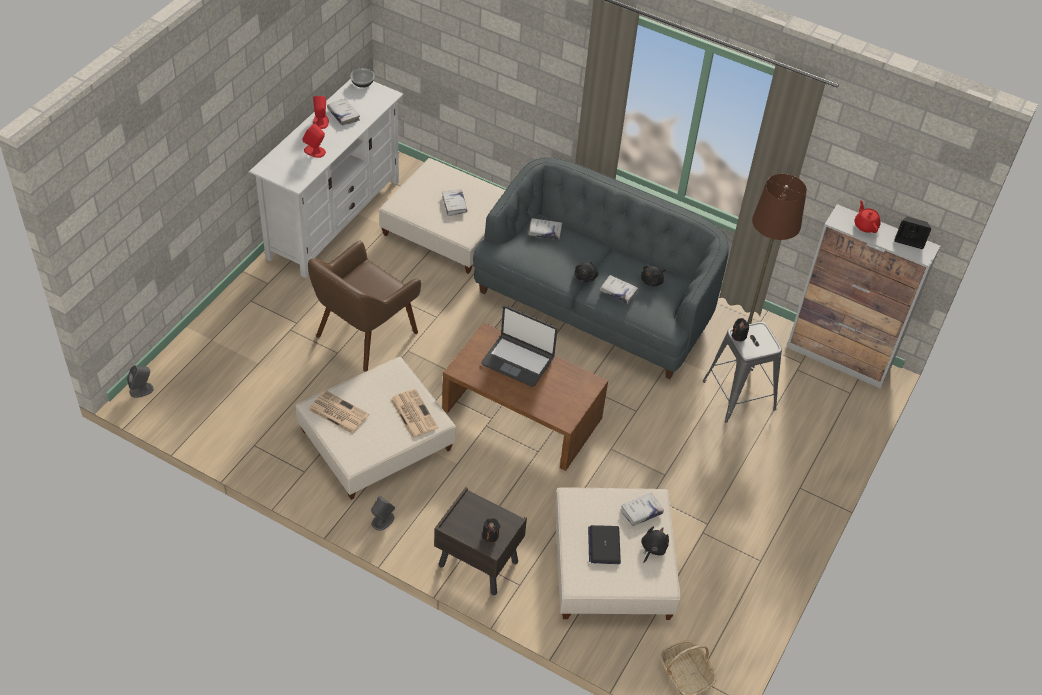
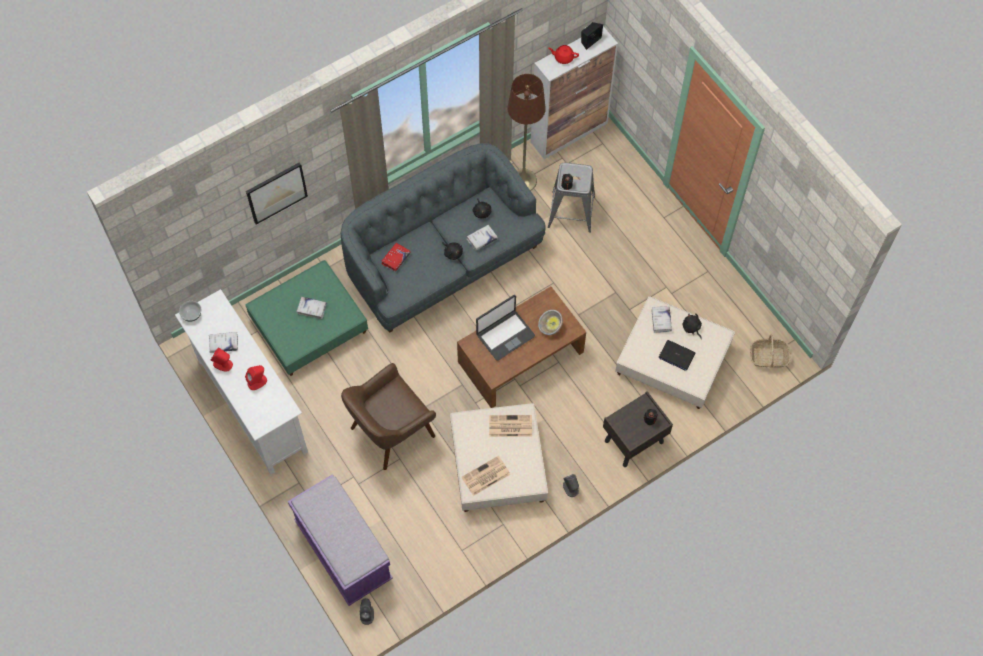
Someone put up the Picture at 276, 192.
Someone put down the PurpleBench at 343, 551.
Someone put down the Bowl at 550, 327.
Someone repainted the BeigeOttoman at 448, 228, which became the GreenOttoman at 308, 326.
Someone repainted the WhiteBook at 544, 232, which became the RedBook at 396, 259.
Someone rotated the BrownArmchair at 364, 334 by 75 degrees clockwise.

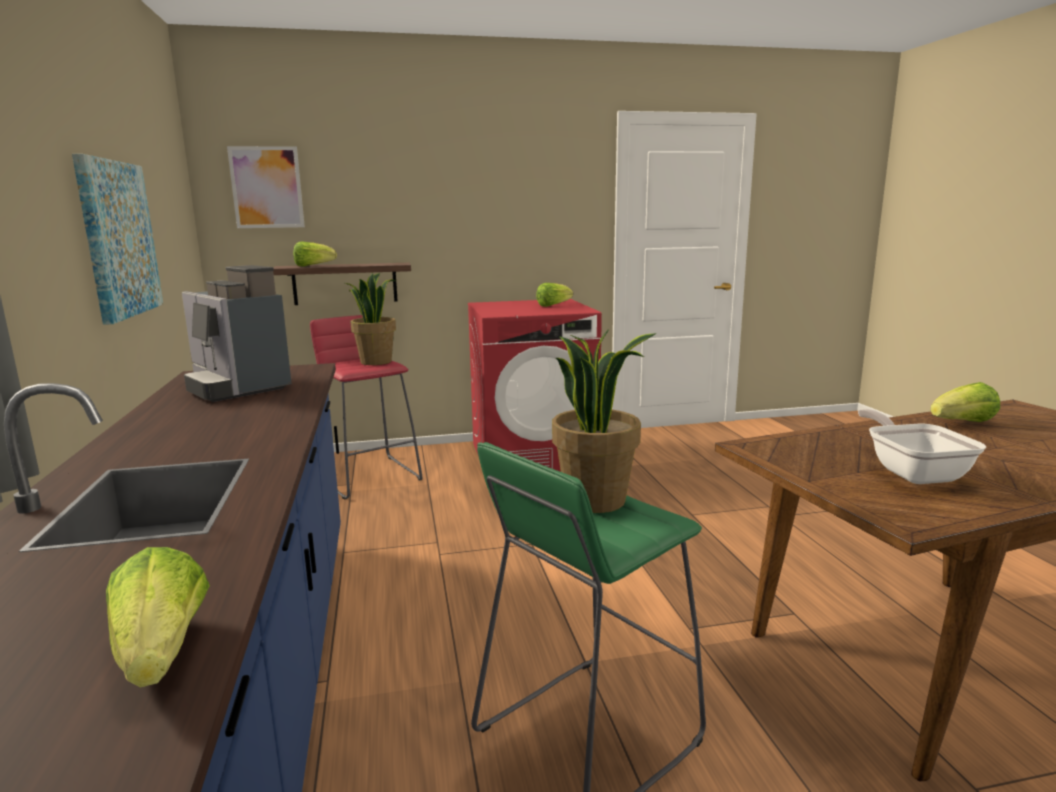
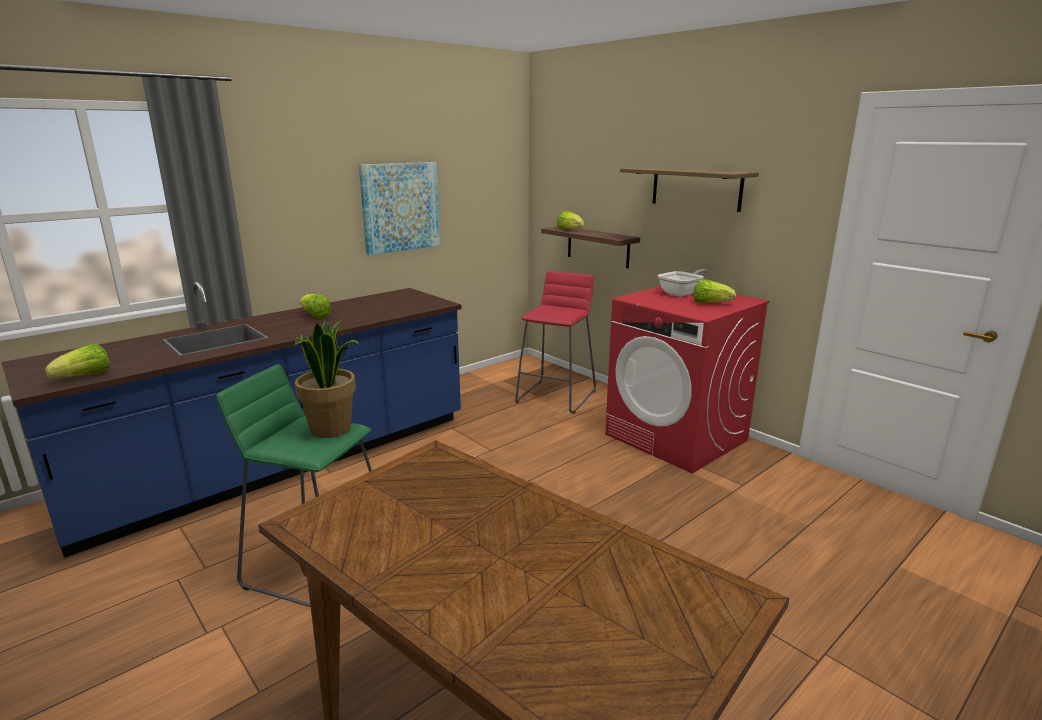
Someone took away the CoffeeMachine at 237, 387.
Someone took away the Picture at 267, 187.
Someone took away the PottedPlant at 375, 361.
Someone put up the Shelf at 696, 188.
Someone carried the FryingPan from 912, 472 to 682, 293.
Someone carried the Lettuce from 963, 423 to 315, 316.

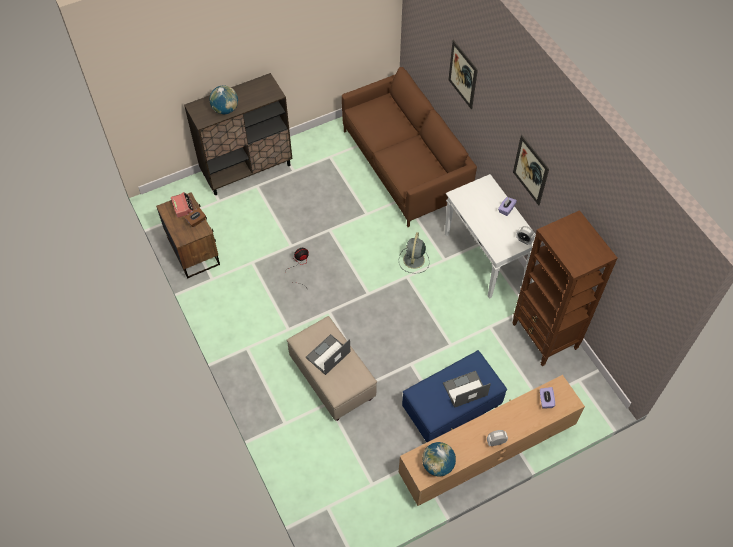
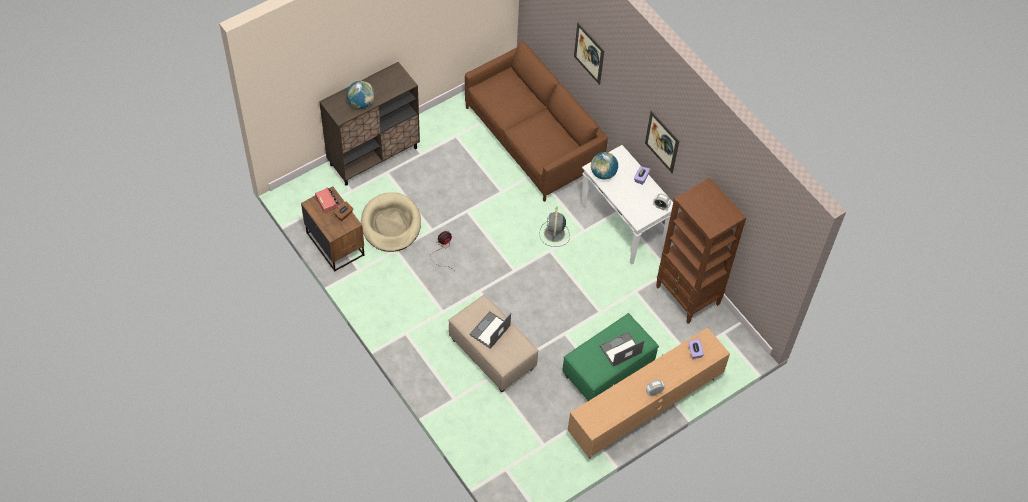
Someone put down the BeigeDogBed at 391, 224.
Someone carried the Globe from 437, 465 to 603, 173.
Someone repainted the BlueOttoman at 451, 408, which became the GreenOttoman at 607, 370.

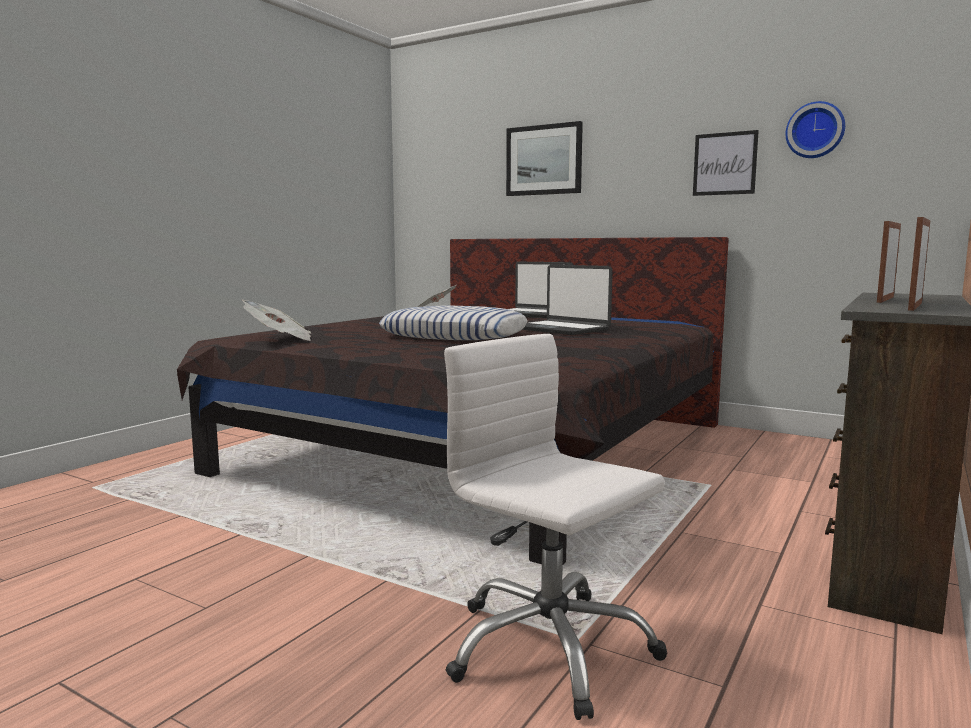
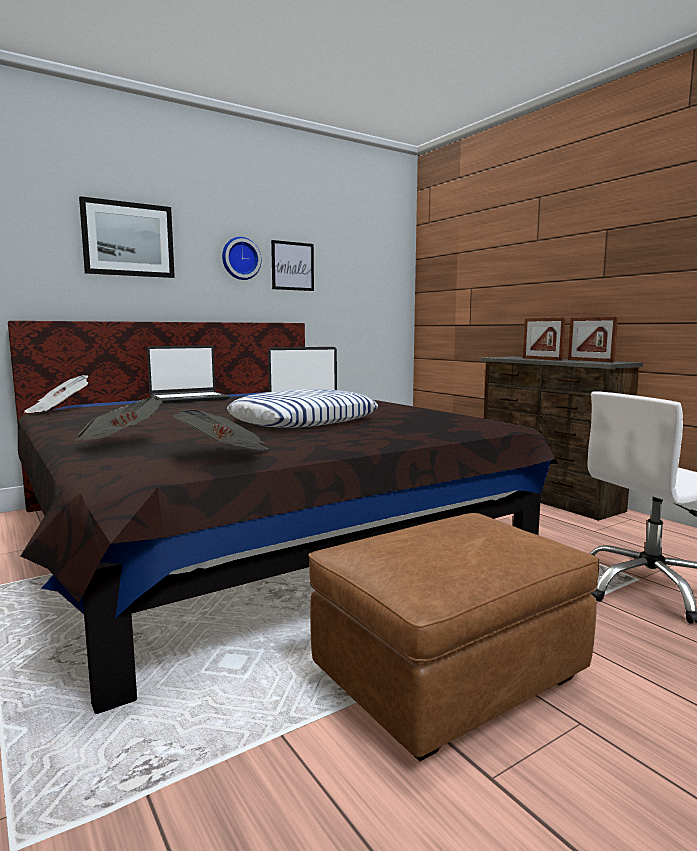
Someone put down the Newspaper at 120, 443.
Someone put down the BrownOttoman at 448, 676.
Someone carried the WallClock from 815, 130 to 240, 258.

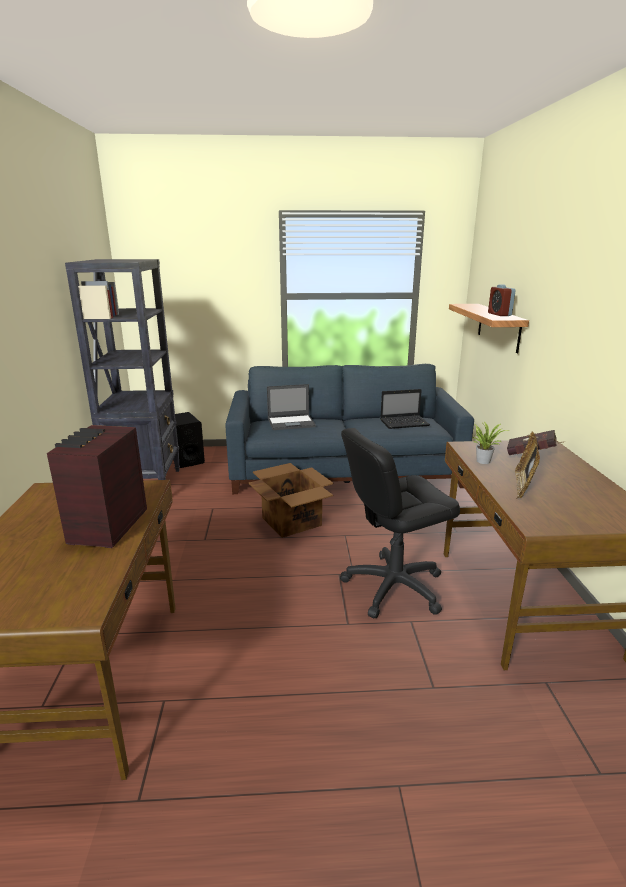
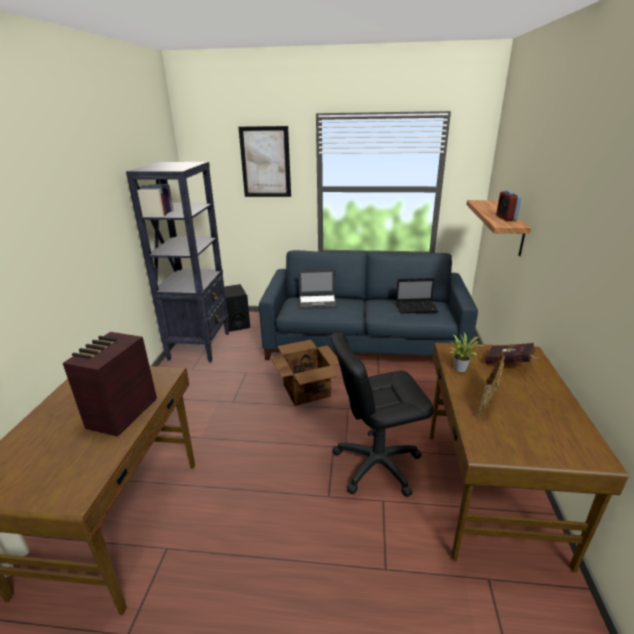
Someone put up the Picture at 265, 162.

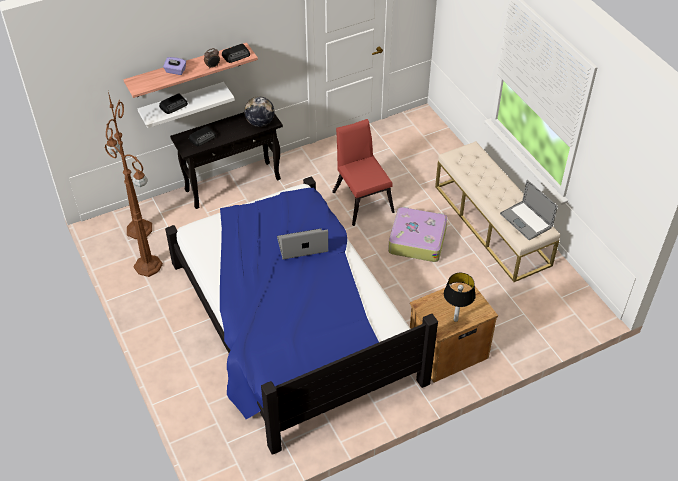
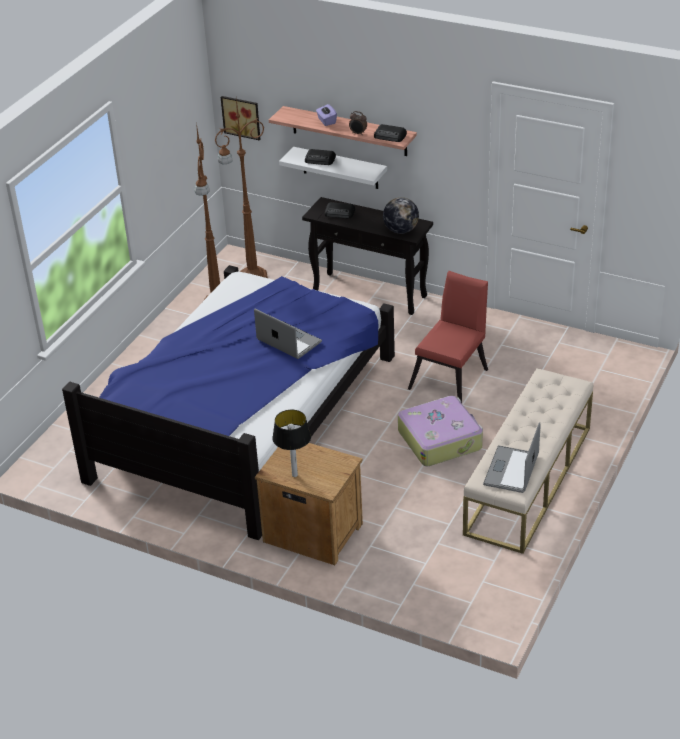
Someone put up the Picture at 242, 116.

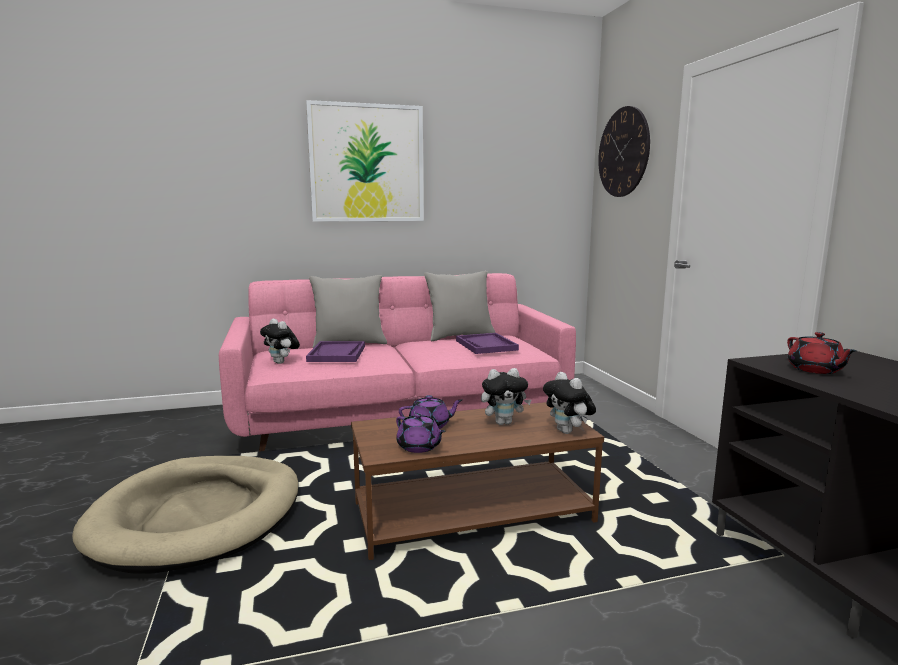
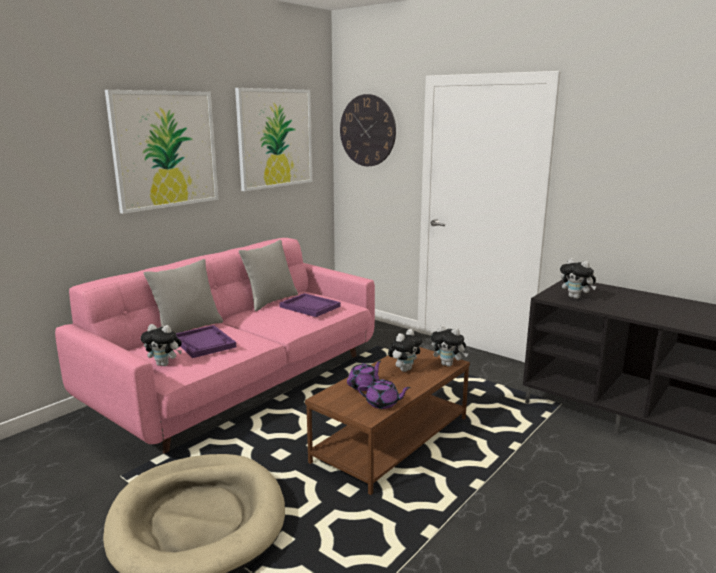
Someone put up the Picture at 275, 138.
Someone swapped the RedTeapot at 815, 370 for the PlushToy at 576, 297.

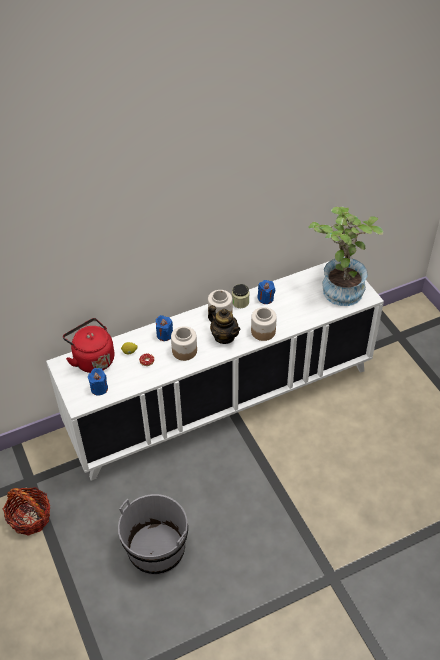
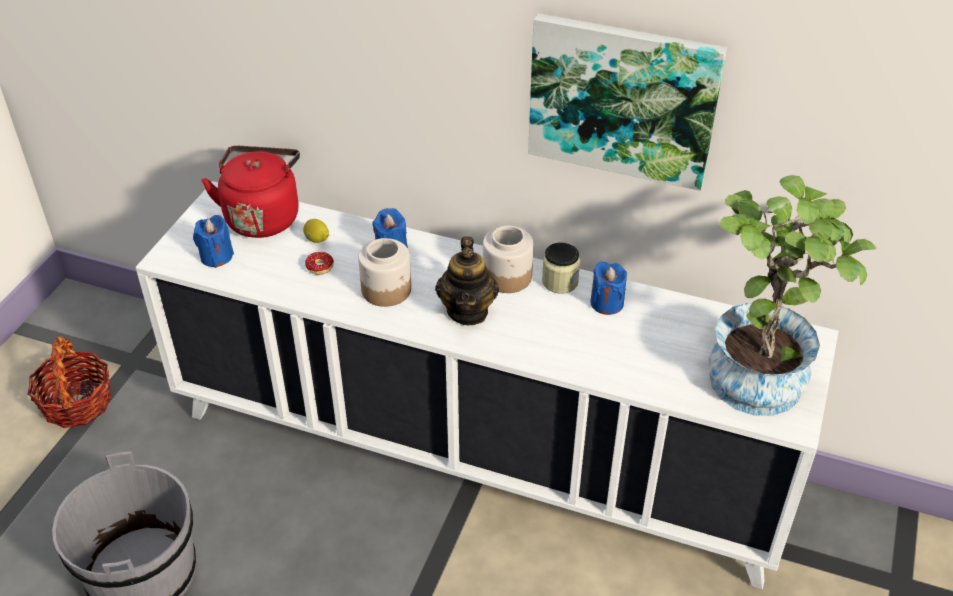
Someone took away the Jar at 263, 331.
Someone put up the Picture at 623, 99.

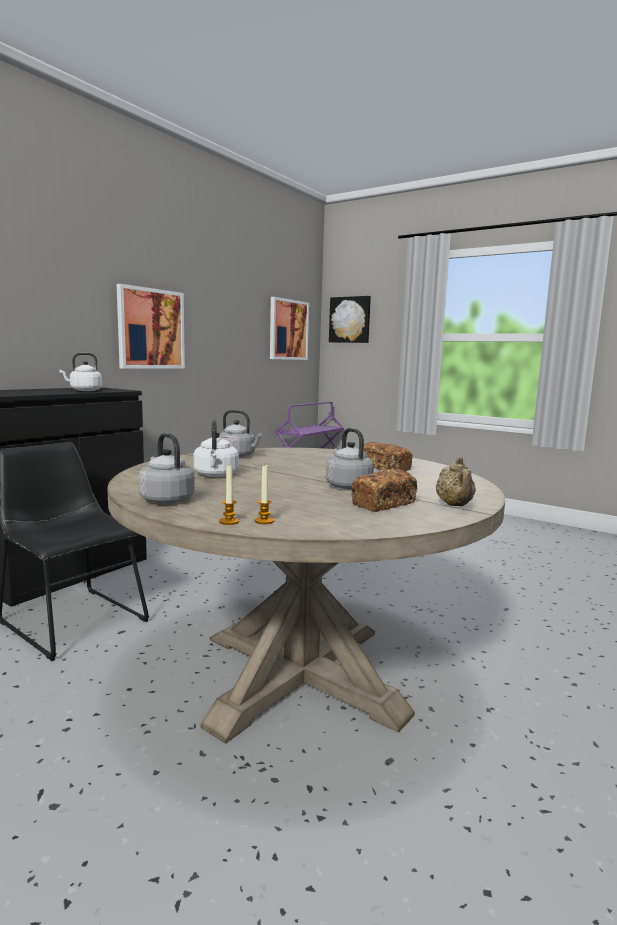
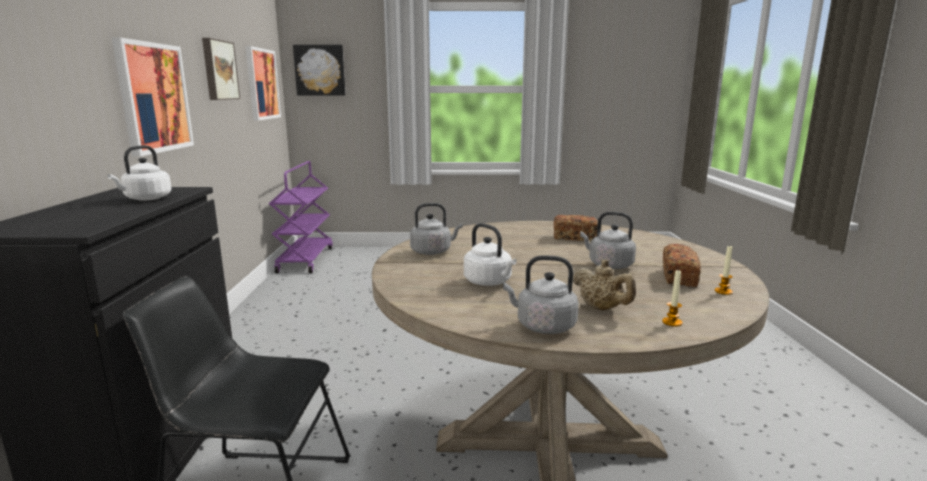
Someone put up the Picture at 218, 70.
Someone carried the Candle from 229, 521 to 723, 291.
Someone carried the BeigeTeapot from 455, 505 to 601, 308.

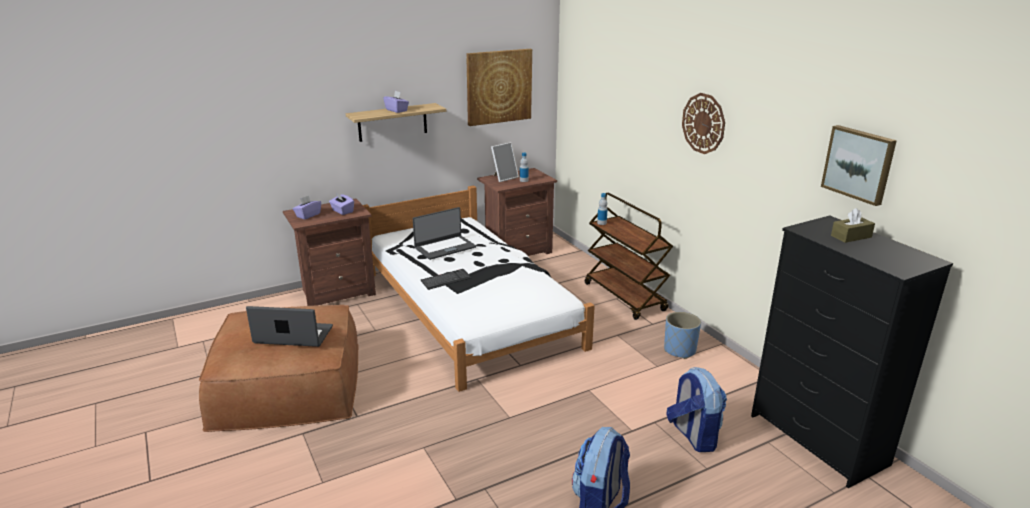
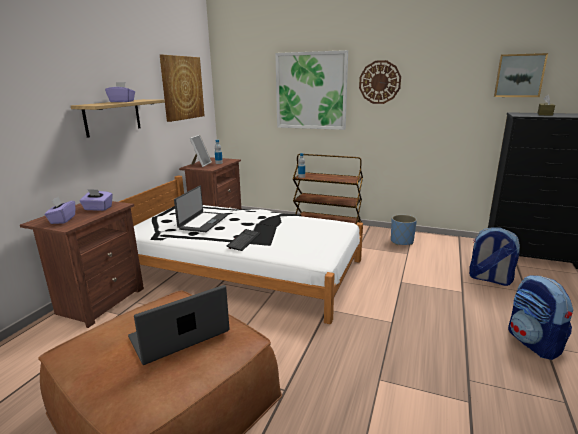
Someone put up the Picture at 311, 91.

